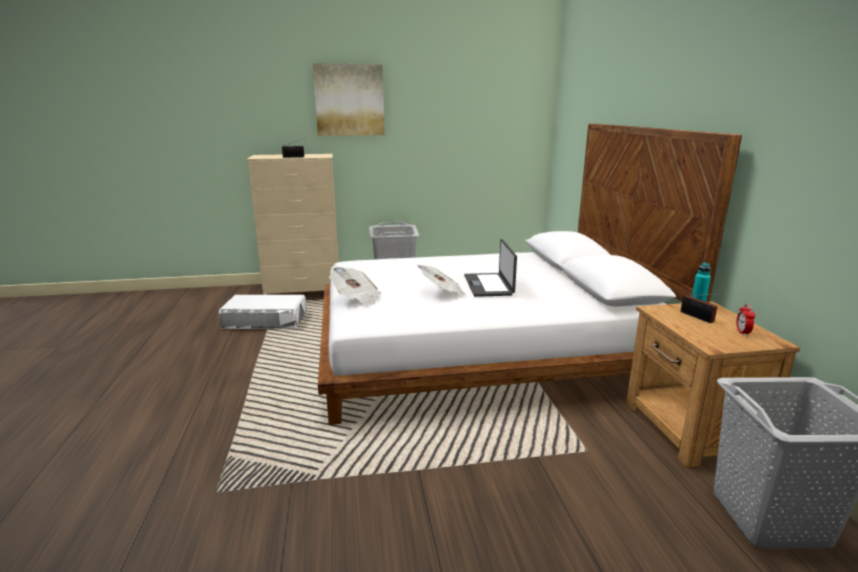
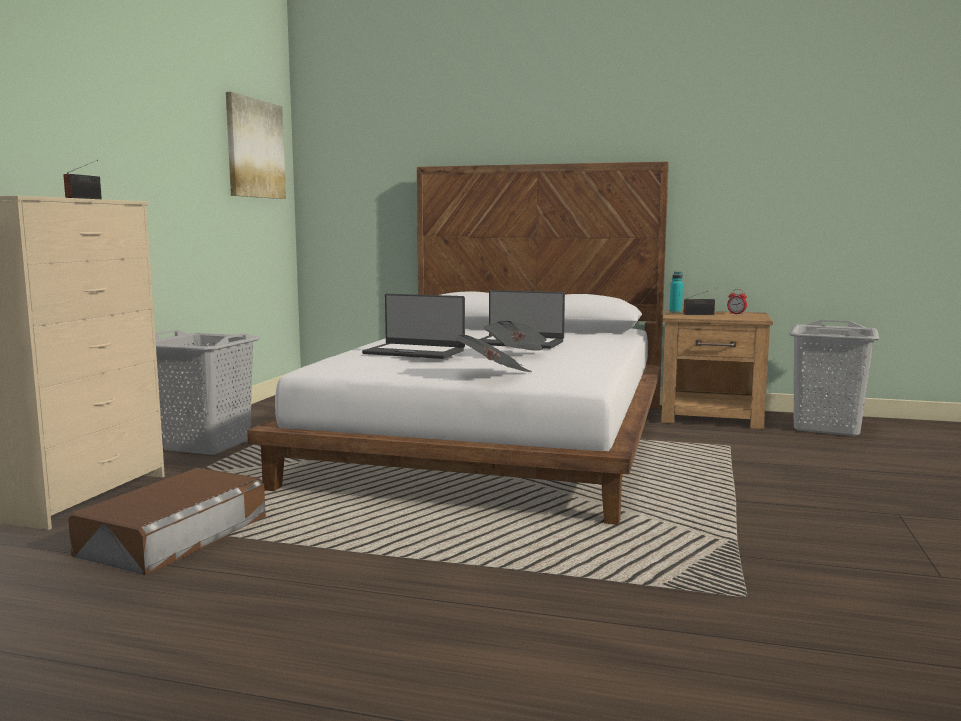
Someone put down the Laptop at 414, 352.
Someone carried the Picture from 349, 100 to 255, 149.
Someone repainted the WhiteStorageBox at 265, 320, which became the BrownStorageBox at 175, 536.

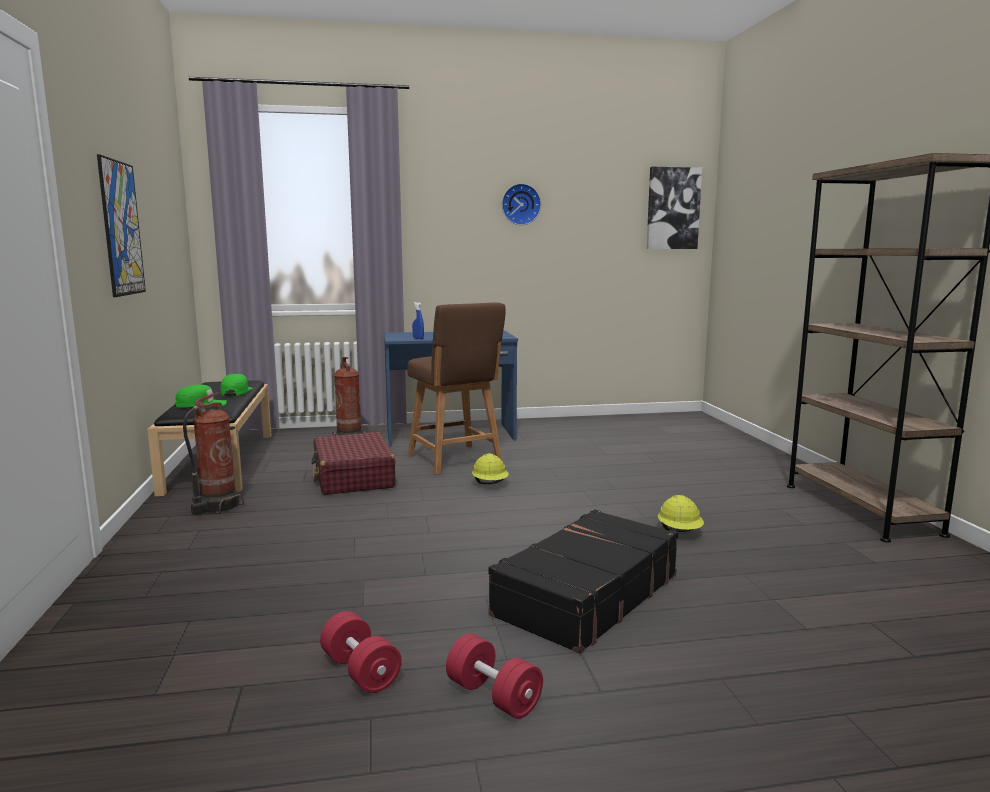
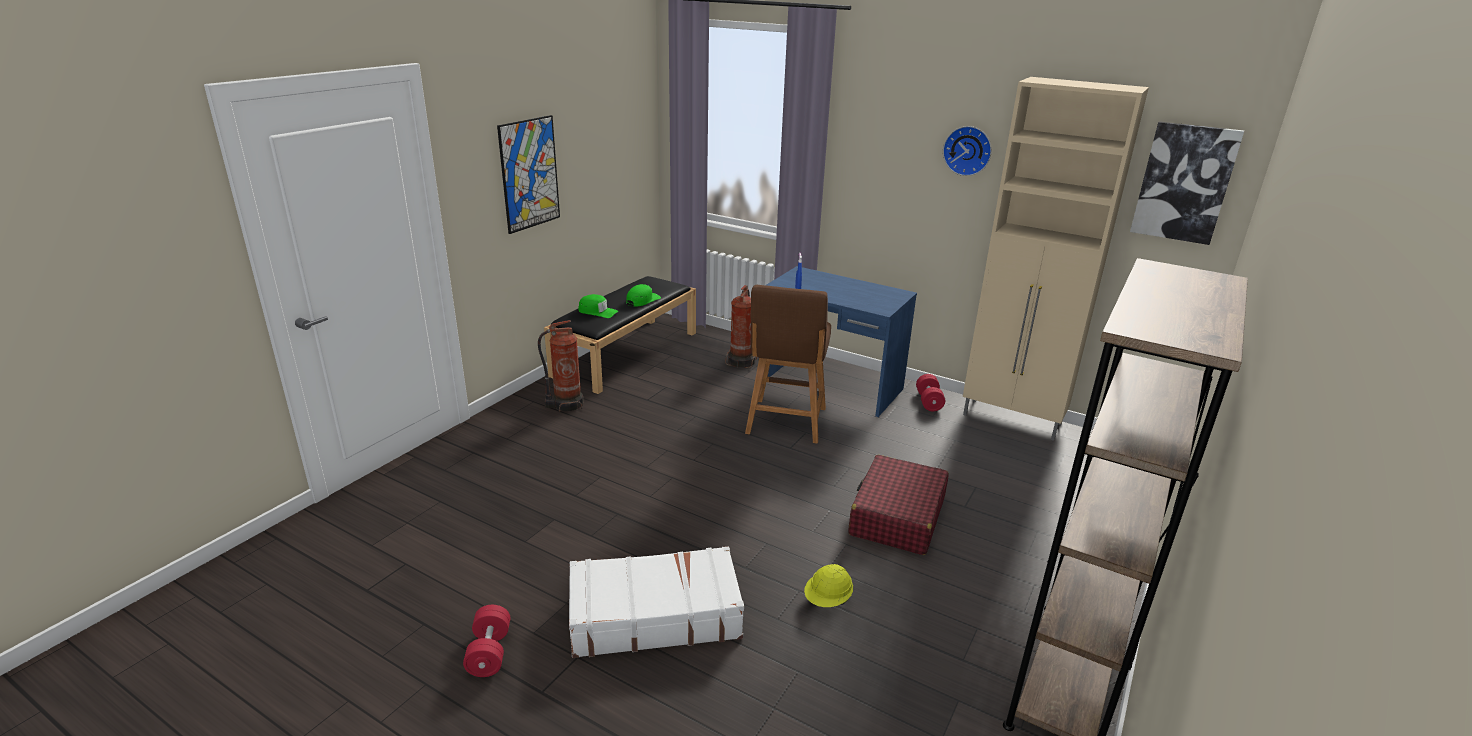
Someone took away the YellowHardHat at 490, 484.
Someone put down the BeigeCabinet at 1013, 420.
Someone carried the RedSuitcase from 353, 477 to 897, 517.
Someone carried the RedDumbbell from 360, 671 to 928, 402.
Someone repainted the BlackSuitcase at 585, 595, which became the WhiteSuitcase at 654, 615.

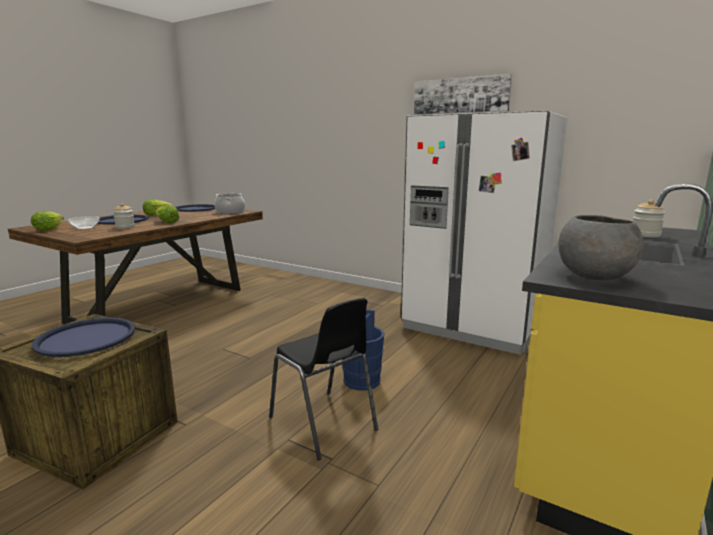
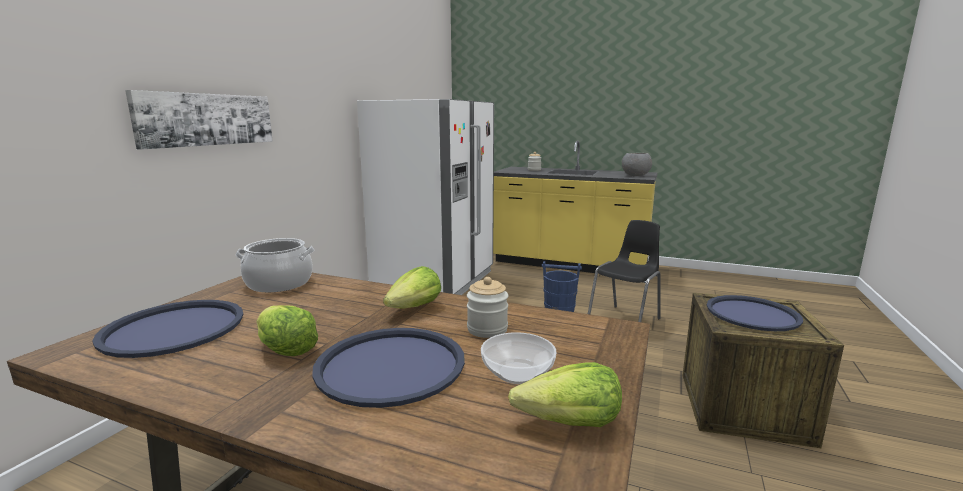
Someone carried the Picture from 460, 95 to 207, 119.

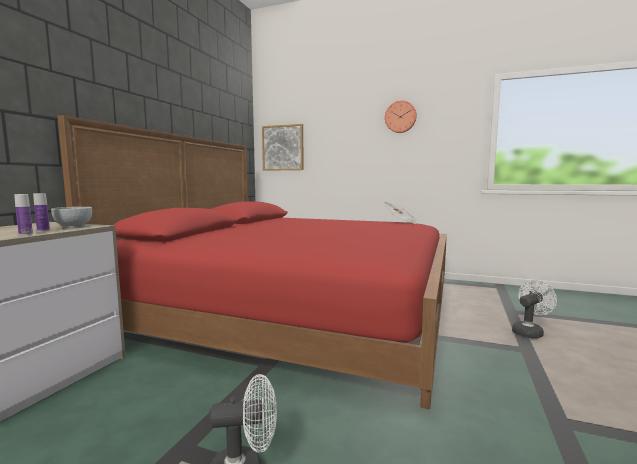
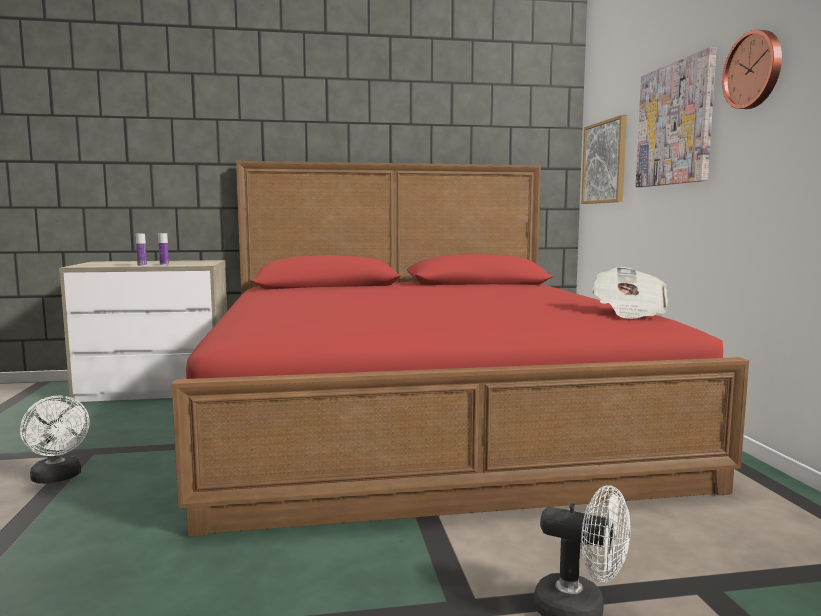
Someone took away the Bowl at 73, 226.
Someone put up the Picture at 675, 124.

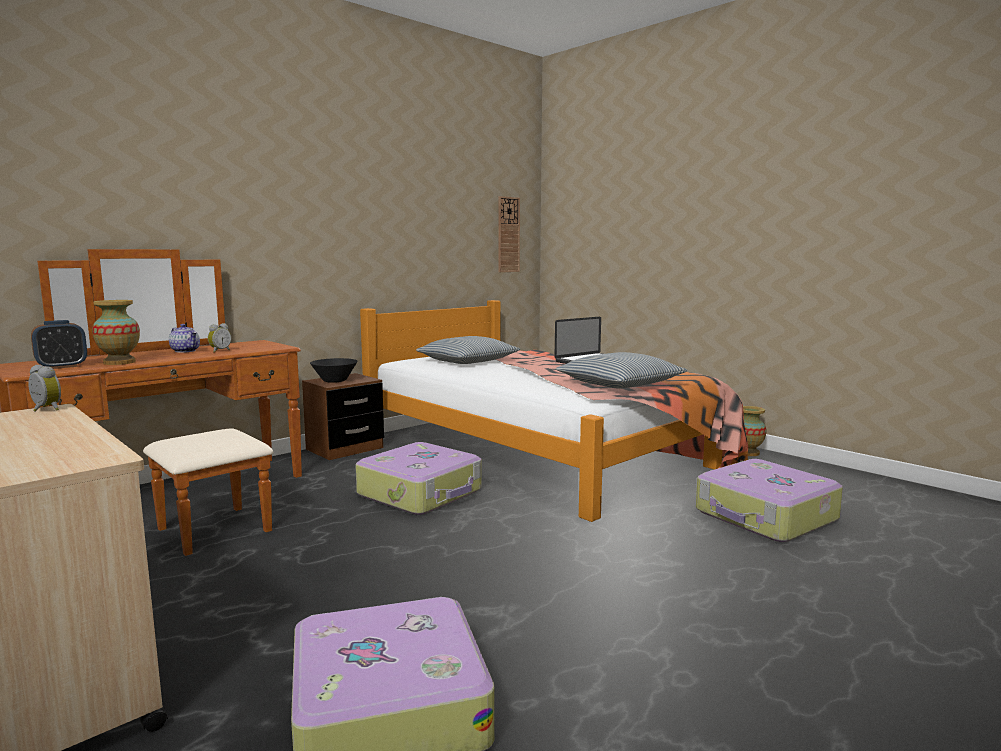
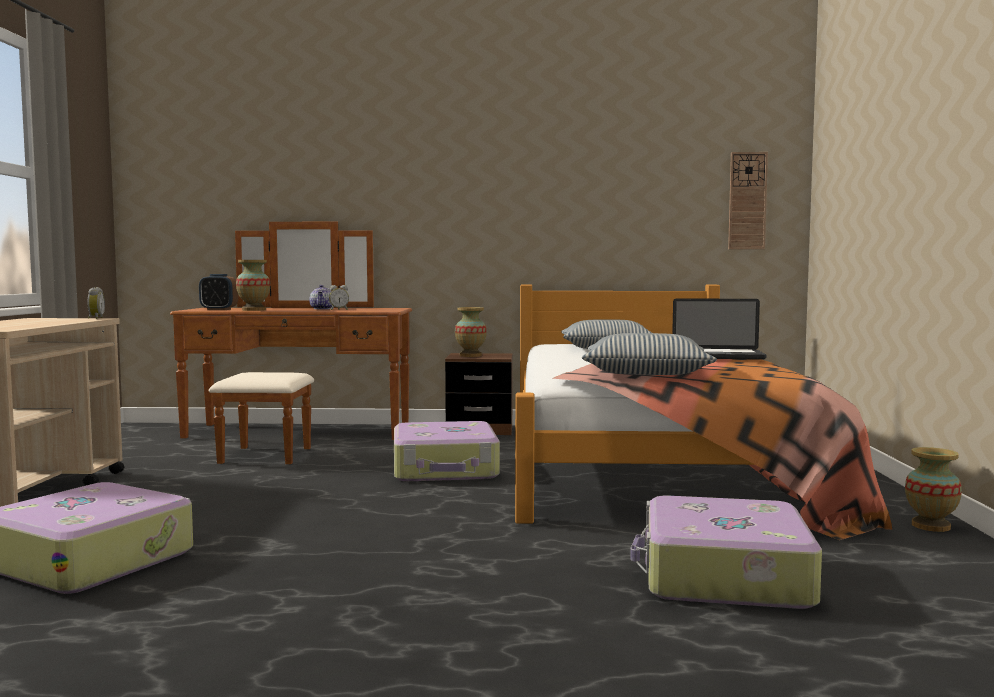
Someone swapped the BlackBowl at 335, 381 for the Vase at 470, 355.

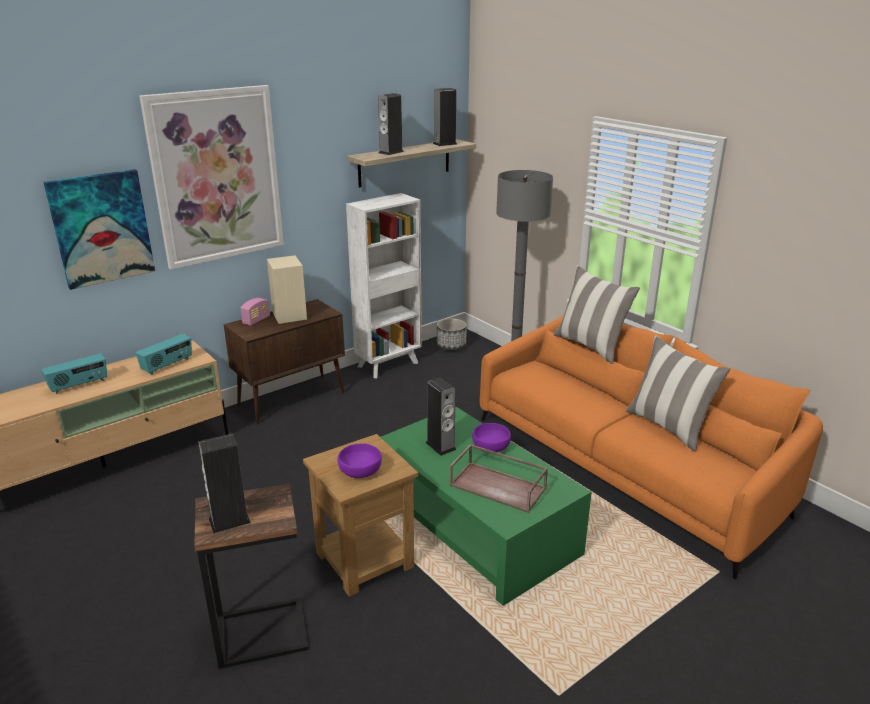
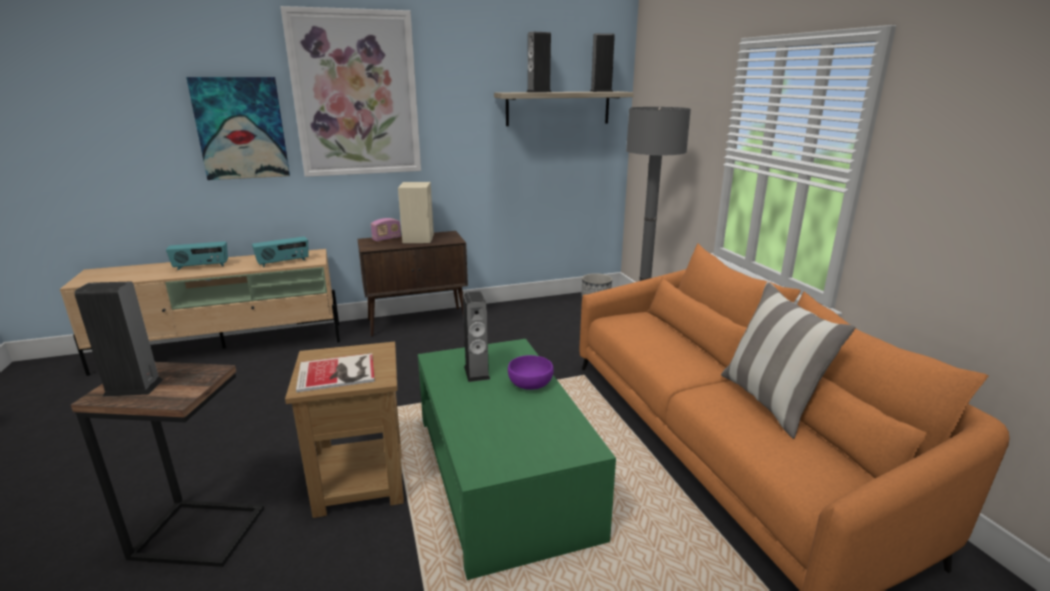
Someone took away the WhiteBookcase at 389, 364.
Someone took away the BrownTray at 499, 486.
Someone took away the Pillow at 590, 346.
Someone swapped the PurpleBowl at 360, 471 for the Book at 339, 373.

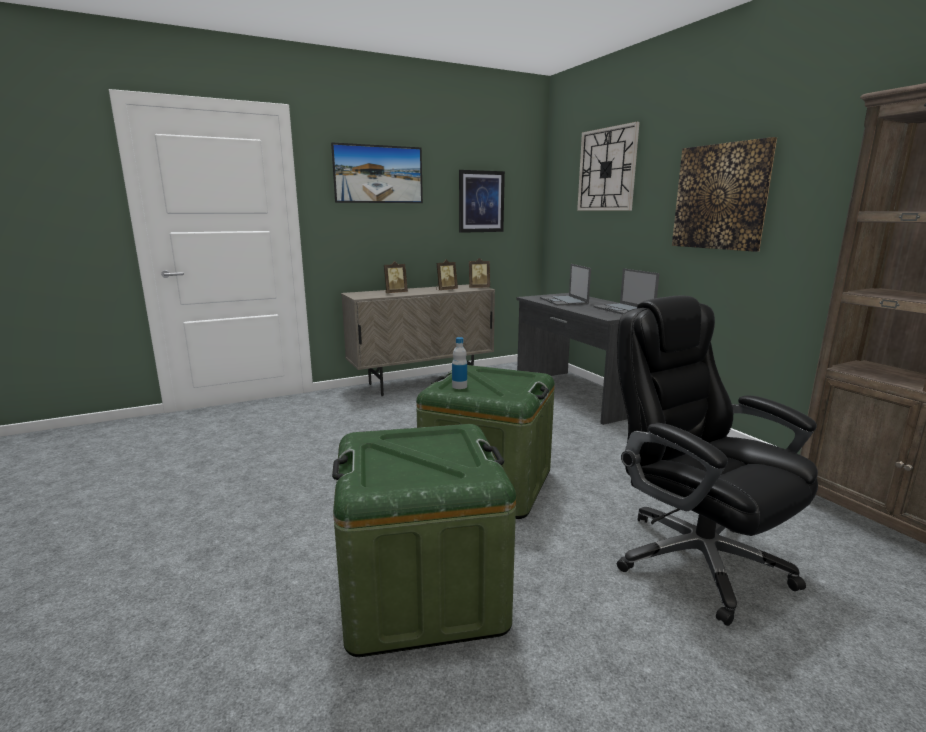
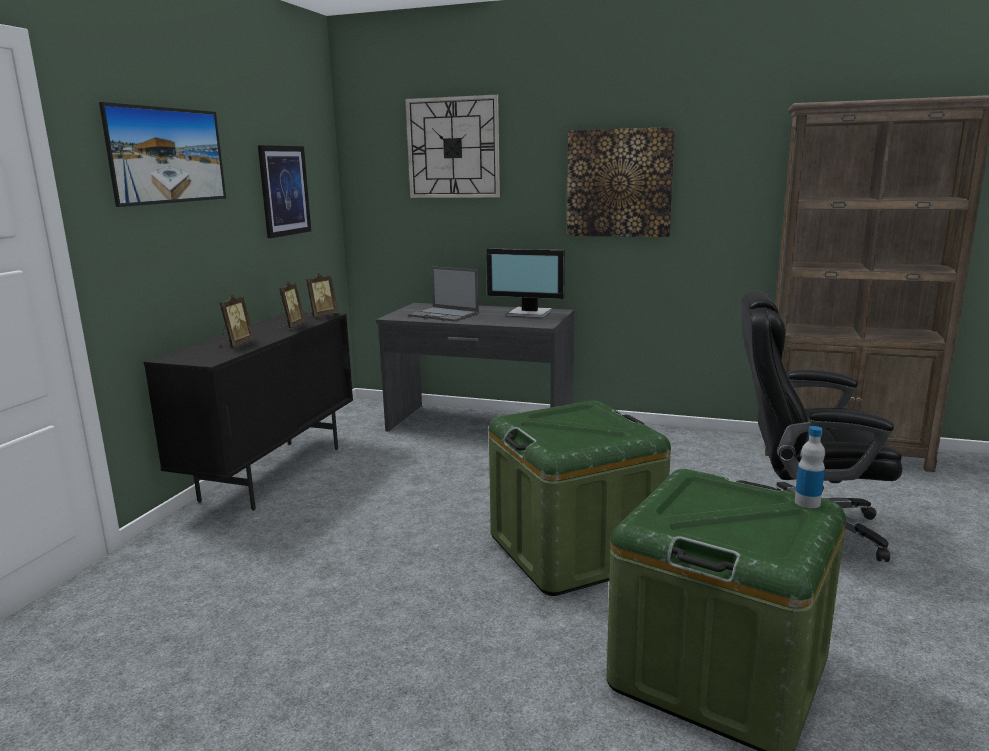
Someone carried the Bottle from 459, 386 to 807, 502.
Someone swapped the Laptop at 624, 310 for the Monitor at 529, 313.
Someone repainted the BeigeCabinet at 422, 383, which became the BlackCabinet at 273, 473.

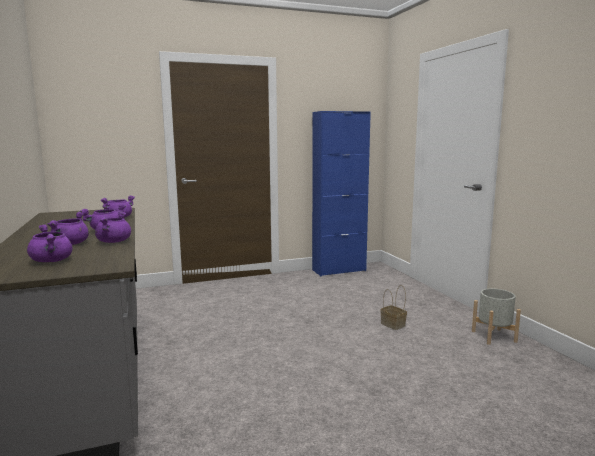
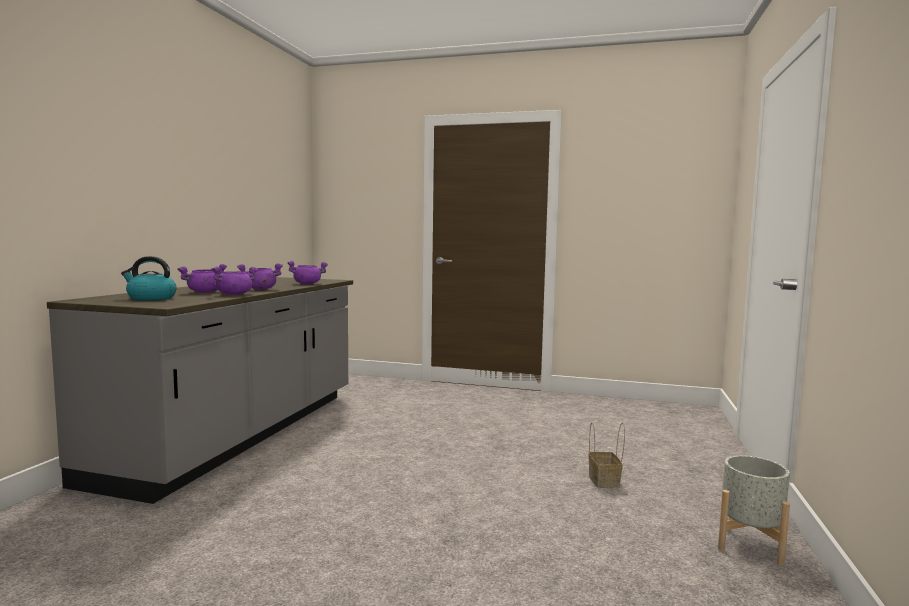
Someone took away the BlueCabinet at 339, 270.
Someone swapped the PurpleCookingPot at 52, 261 for the Kettle at 151, 298.

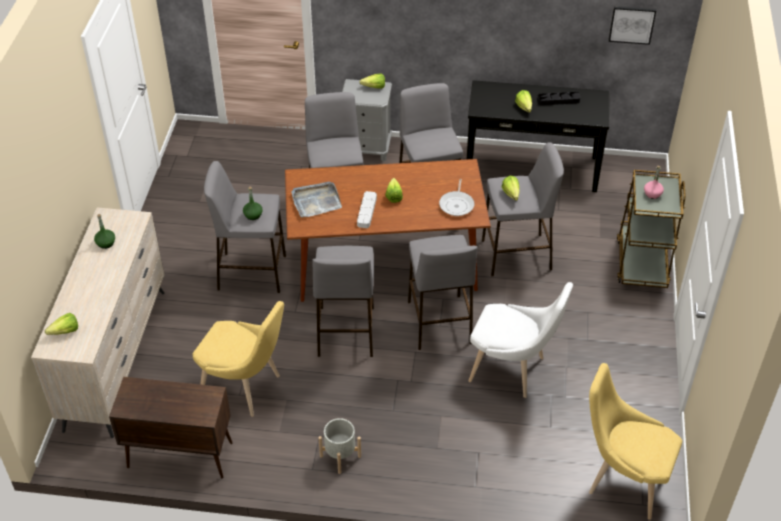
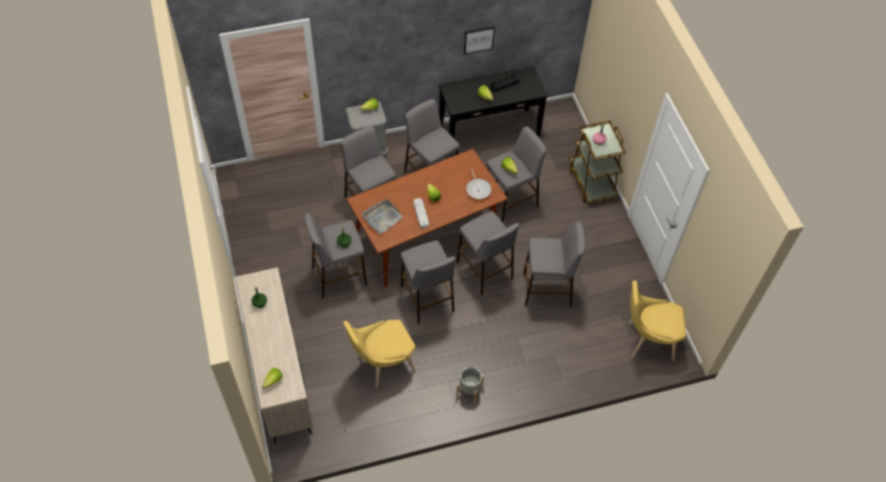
Someone took away the BrownCabinet at 179, 455.
Someone carried the Picture from 632, 24 to 478, 39.
Someone swapped the WhiteChair at 512, 370 for the GreyStool at 547, 289.
Someone rotated the YellowChair at 245, 388 by 150 degrees clockwise.

